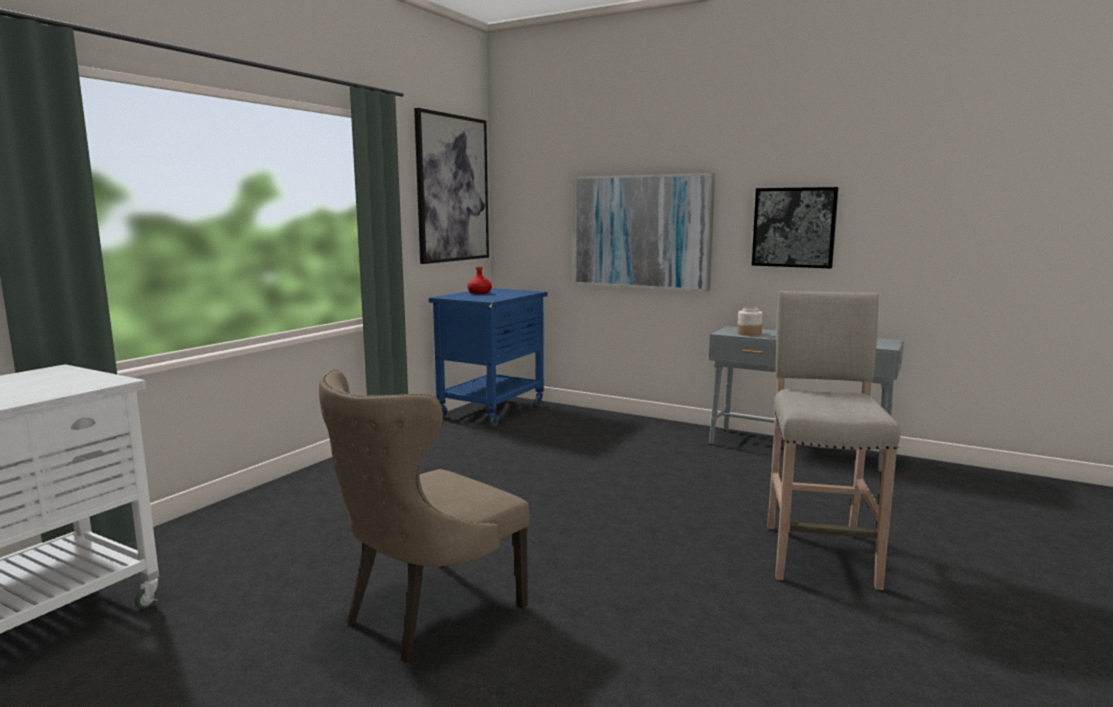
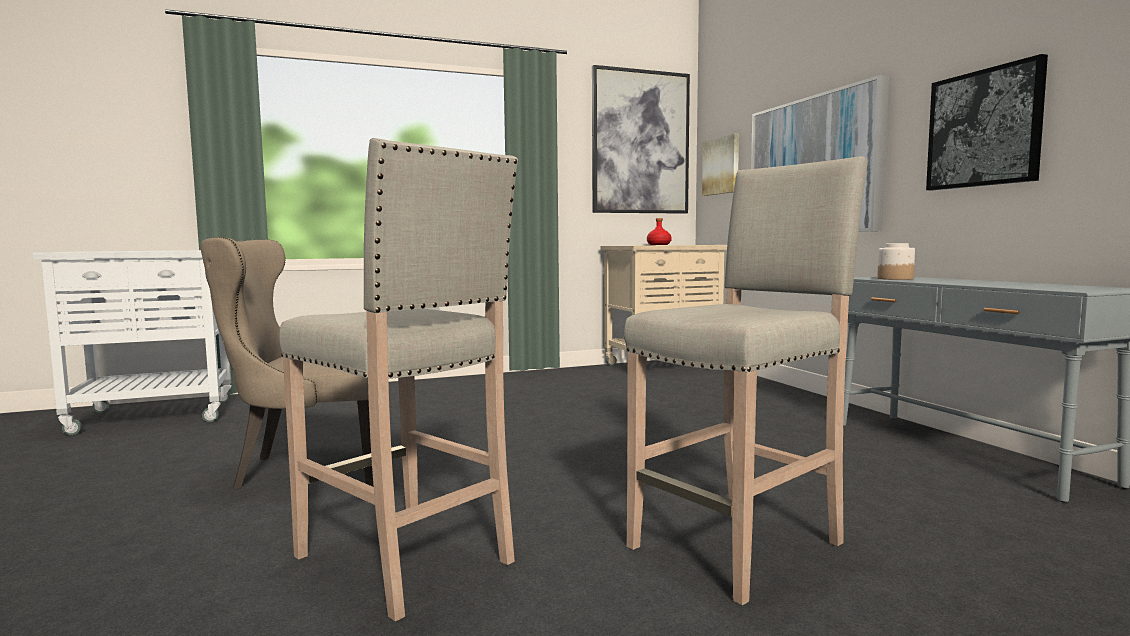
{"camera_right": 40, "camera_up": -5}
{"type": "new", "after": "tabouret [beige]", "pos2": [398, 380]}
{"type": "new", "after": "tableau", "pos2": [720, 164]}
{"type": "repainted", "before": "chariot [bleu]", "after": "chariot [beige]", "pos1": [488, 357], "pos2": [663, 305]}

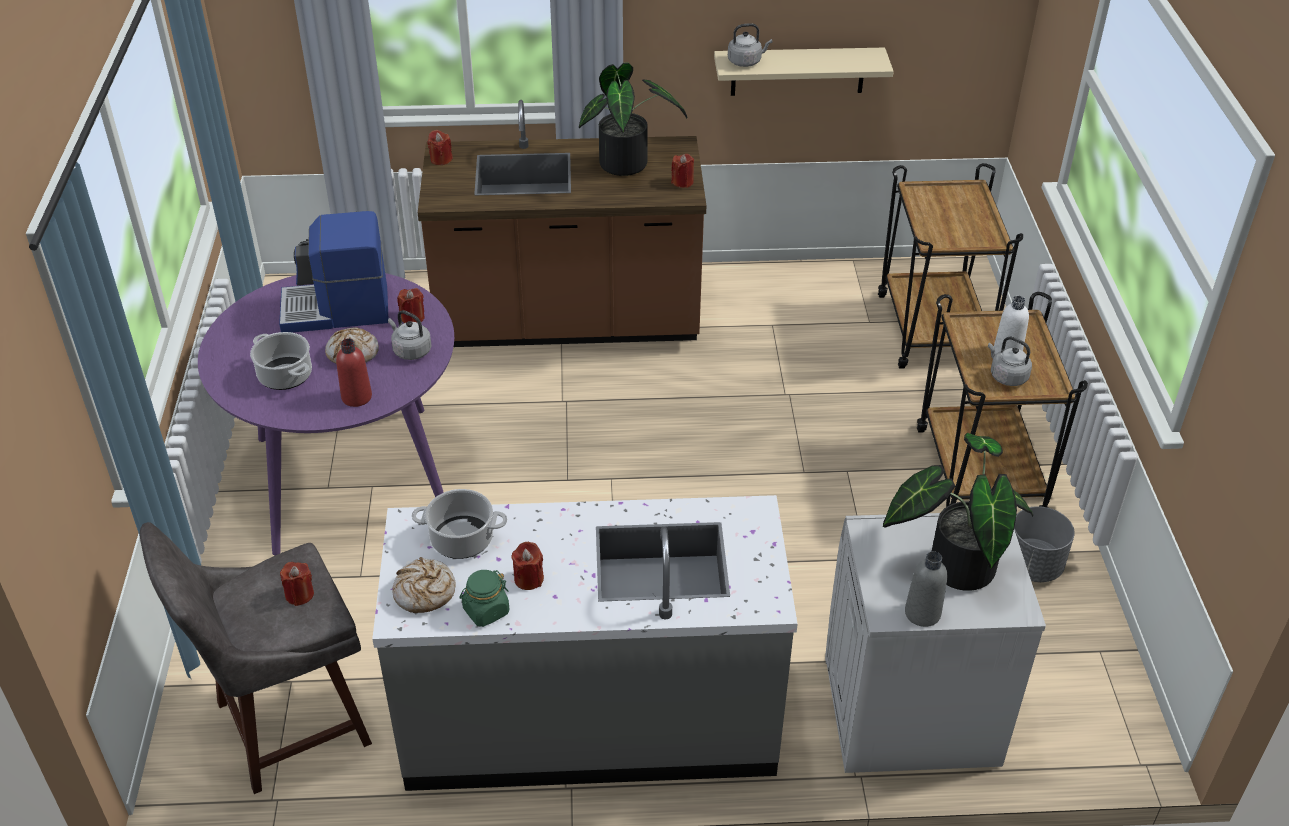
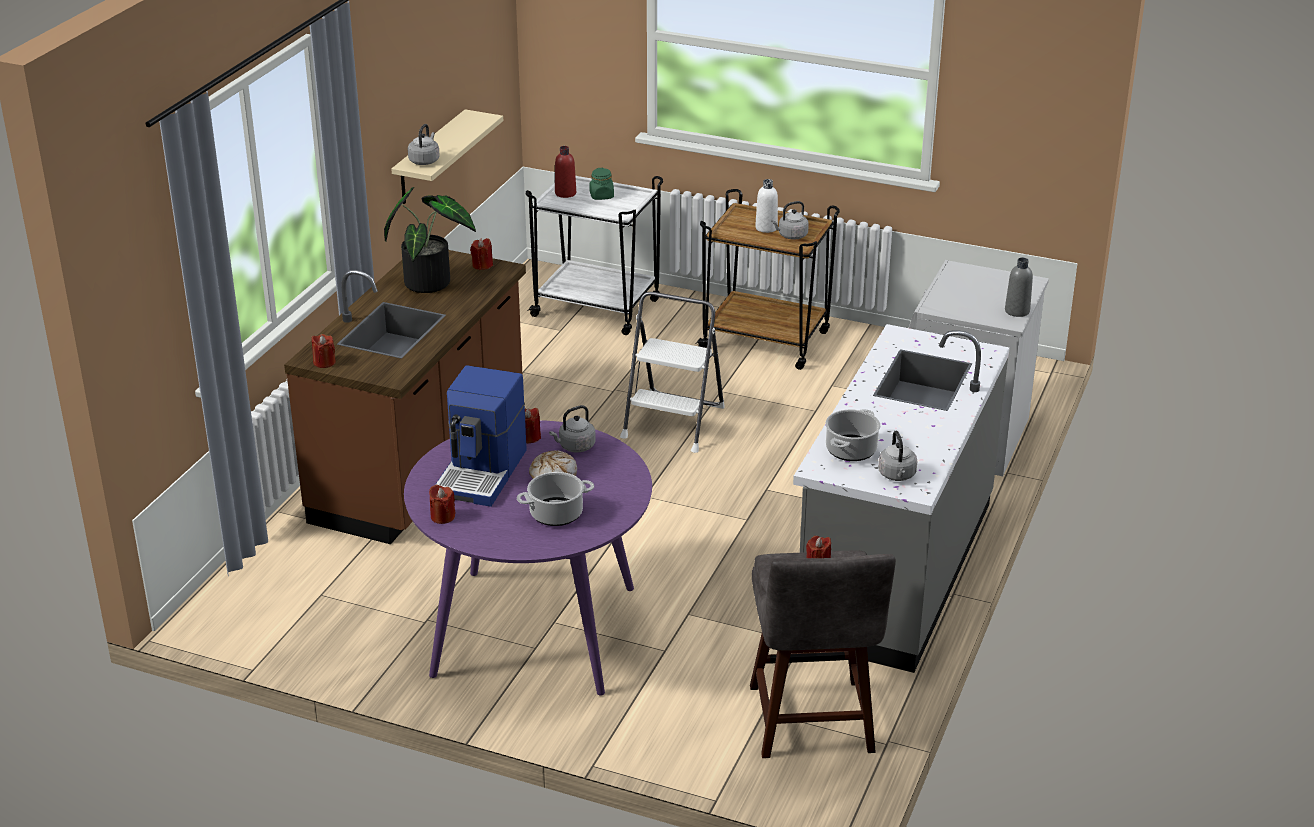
{"camera_right": -65, "camera_up": -10}
{"type": "gone", "before": "plante en pot", "pos1": [958, 512]}
{"type": "gone", "before": "cache-pot [gris]", "pos1": [1044, 544]}
{"type": "new", "after": "escabeau [blanc]", "pos2": [672, 372]}
{"type": "shifted", "before": "bouteille [rouge]", "pos1": [354, 373], "pos2": [565, 172]}
{"type": "shifted", "before": "bocal [vert]", "pos1": [484, 598], "pos2": [601, 184]}
{"type": "shifted", "before": "bougie [rouge]", "pos1": [528, 566], "pos2": [442, 504]}
{"type": "swapped", "before": "pain", "after": "bouilloire [gris]", "pos1": [423, 585], "pos2": [897, 456]}
{"type": "repainted", "before": "chariot [marron]", "after": "chariot [blanc]", "pos1": [950, 265], "pos2": [594, 255]}

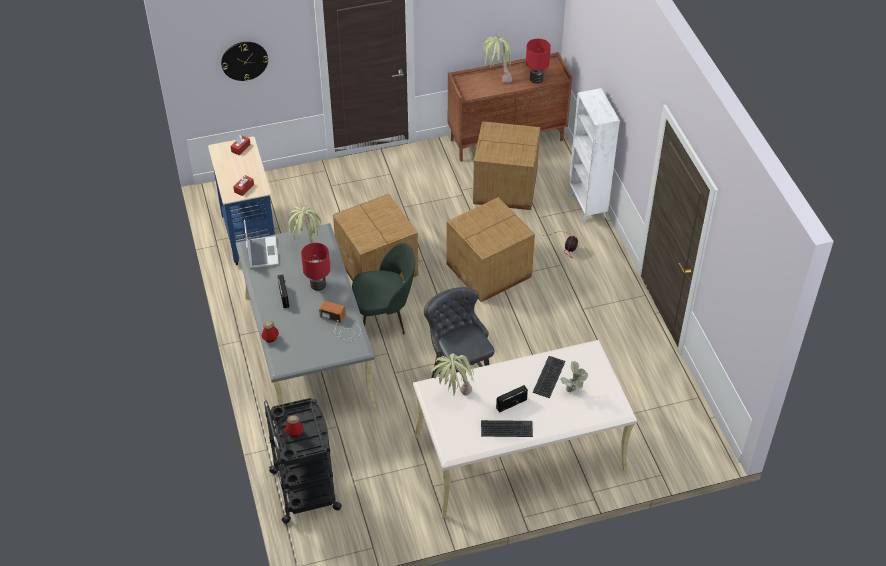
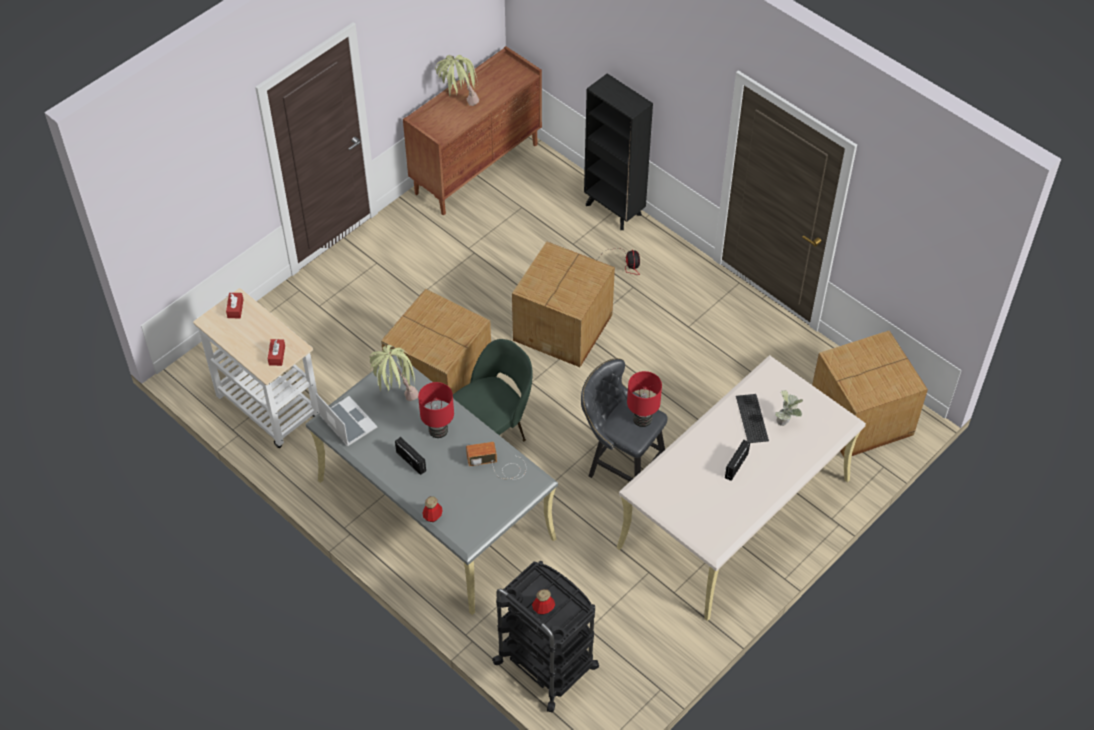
{"camera_right": -30, "camera_up": 5}
{"type": "gone", "before": "horloge murale", "pos1": [244, 61]}
{"type": "gone", "before": "plante en pot", "pos1": [452, 374]}
{"type": "gone", "before": "clavier", "pos1": [507, 428]}
{"type": "shifted", "before": "carton", "pos1": [506, 165], "pos2": [870, 393]}
{"type": "shifted", "before": "lampe de table [rouge]", "pos1": [538, 61], "pos2": [644, 399]}
{"type": "repainted", "before": "chariot [bleu]", "after": "chariot [blanc]", "pos1": [241, 201], "pos2": [256, 368]}
{"type": "repainted", "before": "bibliothèque [blanc]", "after": "bibliothèque [noir]", "pos1": [594, 155], "pos2": [618, 151]}

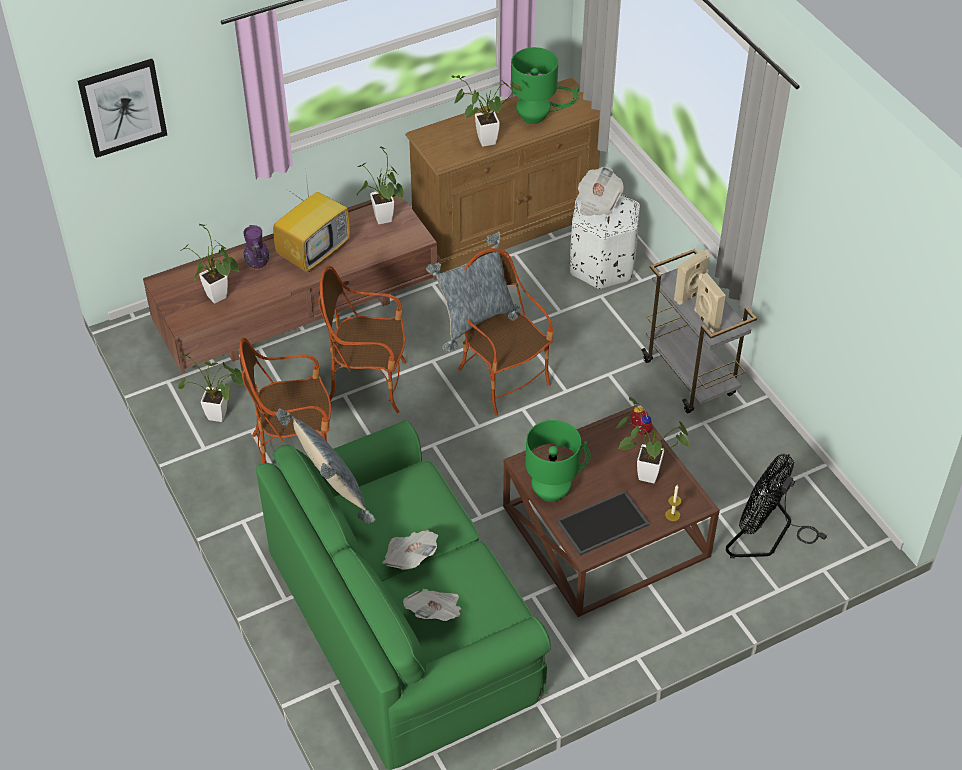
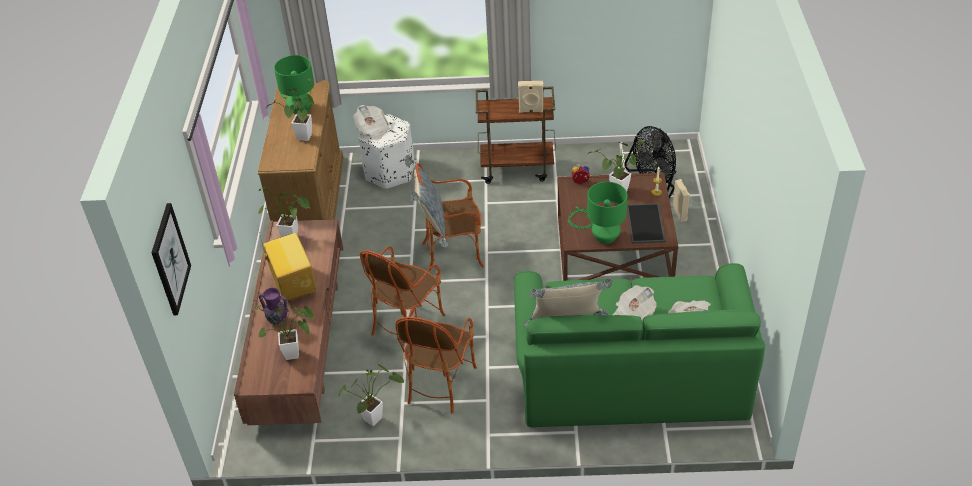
{"camera_right": -60, "camera_up": -5}
{"type": "shifted", "before": "enceinte [beige]", "pos1": [692, 277], "pos2": [681, 200]}
{"type": "repainted", "before": "chariot [gris]", "after": "chariot [marron]", "pos1": [699, 331], "pos2": [516, 135]}

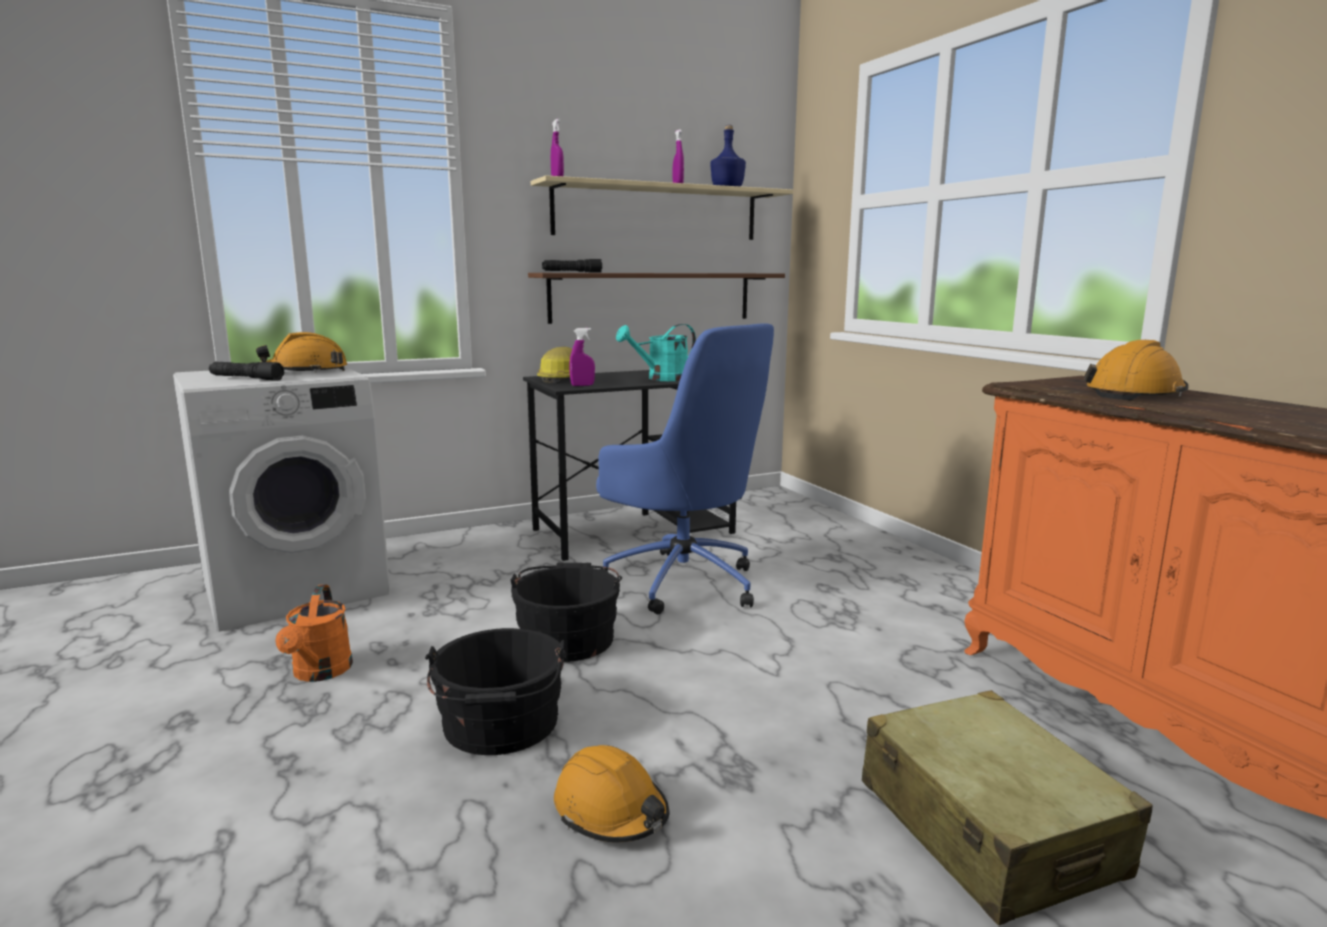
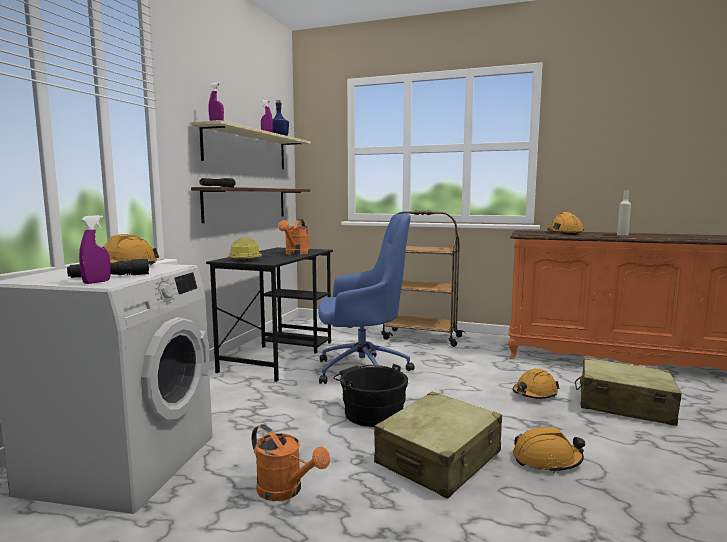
{"camera_right": -45, "camera_up": -5}
{"type": "new", "after": "chariot [marron]", "pos2": [423, 278]}
{"type": "new", "after": "casque de chantier [orange]", "pos2": [536, 384]}
{"type": "new", "after": "bouteille [beige]", "pos2": [624, 213]}
{"type": "shifted", "before": "vaporisateur [violet]", "pos1": [582, 357], "pos2": [95, 249]}
{"type": "swapped", "before": "seau [noir]", "after": "valise [beige]", "pos1": [495, 691], "pos2": [438, 445]}
{"type": "repainted", "before": "arrosoir [turquoise]", "after": "arrosoir [orange]", "pos1": [656, 352], "pos2": [294, 237]}

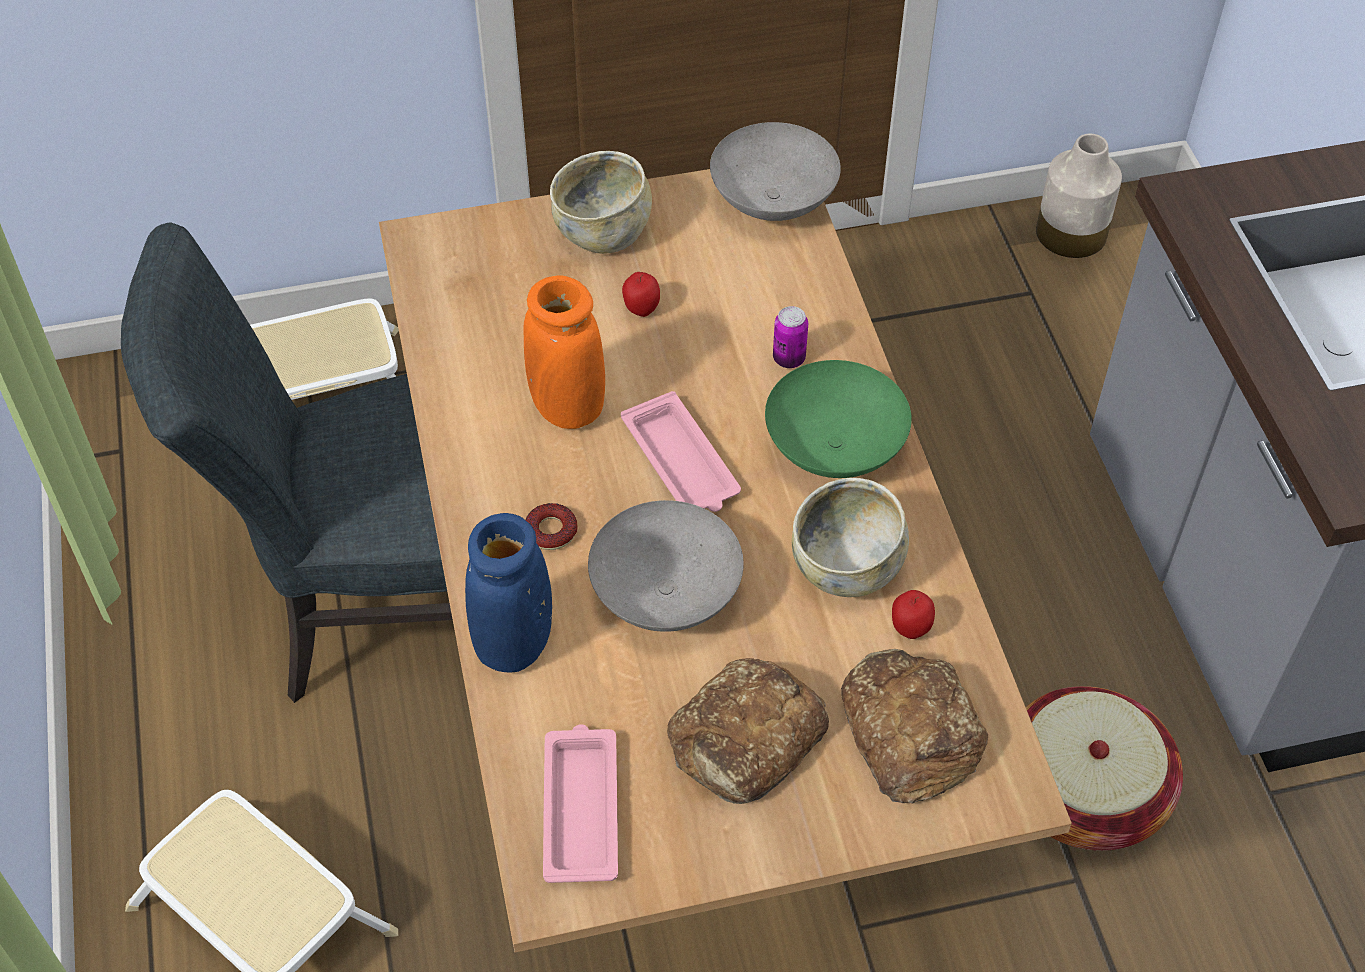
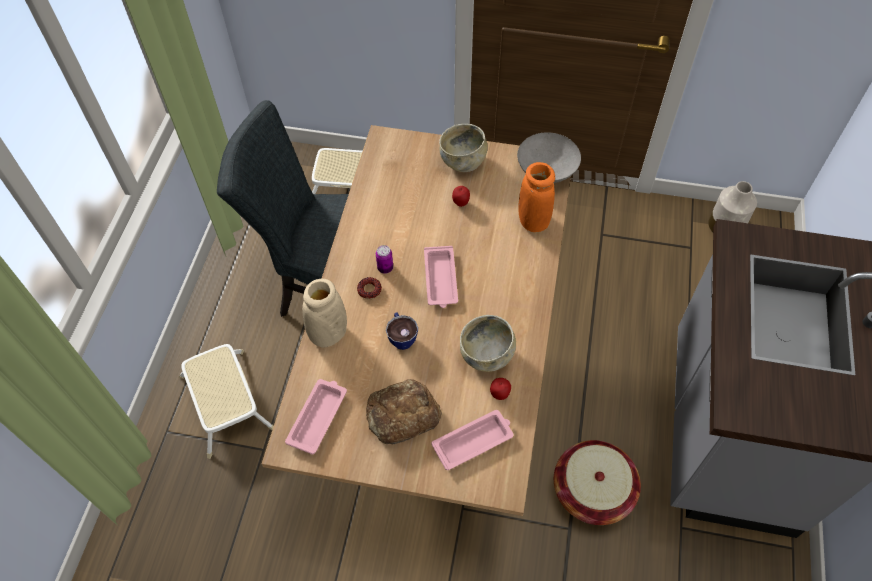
{"camera_right": 25, "camera_up": 5}
{"type": "gone", "before": "bol [vert]", "pos1": [838, 419]}
{"type": "shifted", "before": "vase [orange]", "pos1": [564, 352], "pos2": [536, 197]}
{"type": "shifted", "before": "boîte métallique", "pos1": [790, 337], "pos2": [384, 259]}
{"type": "swapped", "before": "bol [gris]", "after": "tasse", "pos1": [666, 566], "pos2": [402, 331]}
{"type": "swapped", "before": "pain", "after": "plateau [rose]", "pos1": [914, 726], "pos2": [473, 440]}
{"type": "repainted", "before": "vase [bleu]", "after": "vase [beige]", "pos1": [508, 593], "pos2": [324, 313]}

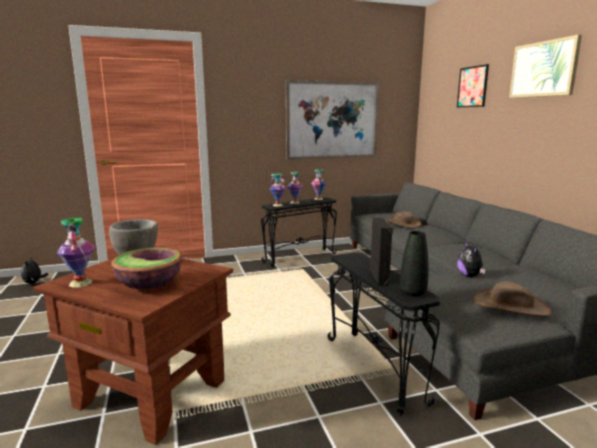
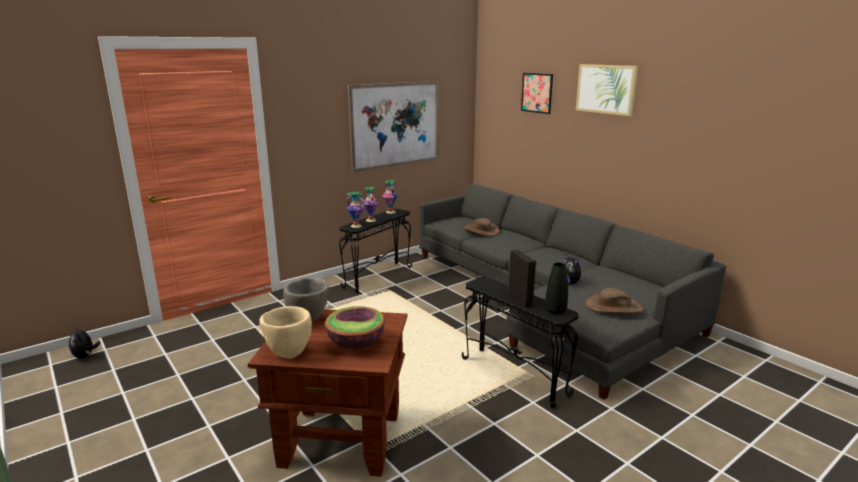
{"camera_right": -20, "camera_up": 5}
{"type": "swapped", "before": "vase", "after": "bol [beige]", "pos1": [75, 253], "pos2": [285, 332]}

